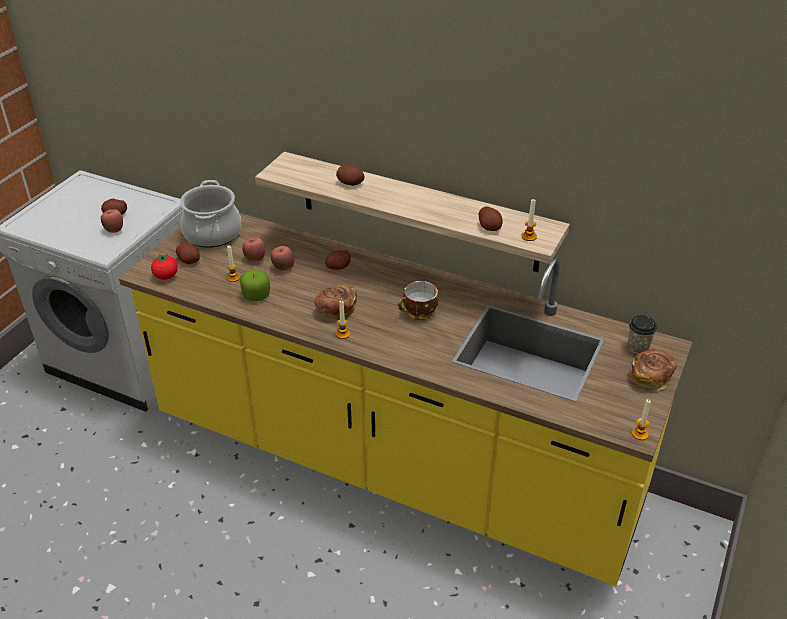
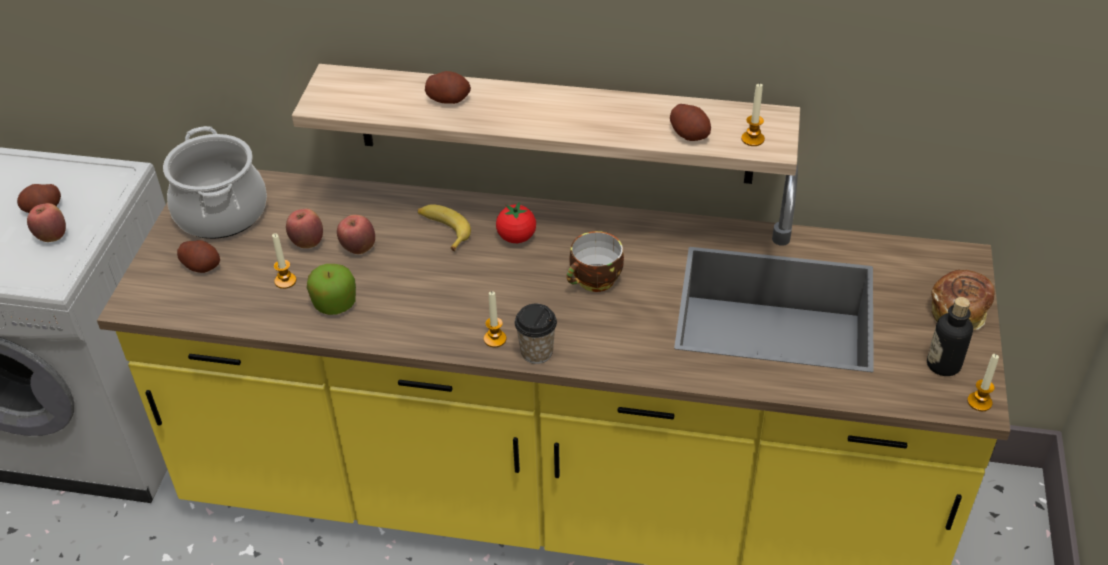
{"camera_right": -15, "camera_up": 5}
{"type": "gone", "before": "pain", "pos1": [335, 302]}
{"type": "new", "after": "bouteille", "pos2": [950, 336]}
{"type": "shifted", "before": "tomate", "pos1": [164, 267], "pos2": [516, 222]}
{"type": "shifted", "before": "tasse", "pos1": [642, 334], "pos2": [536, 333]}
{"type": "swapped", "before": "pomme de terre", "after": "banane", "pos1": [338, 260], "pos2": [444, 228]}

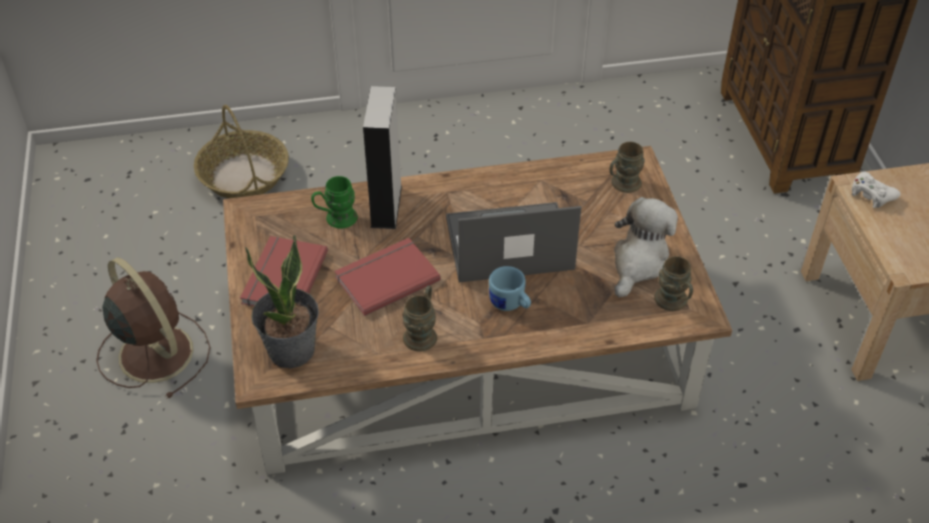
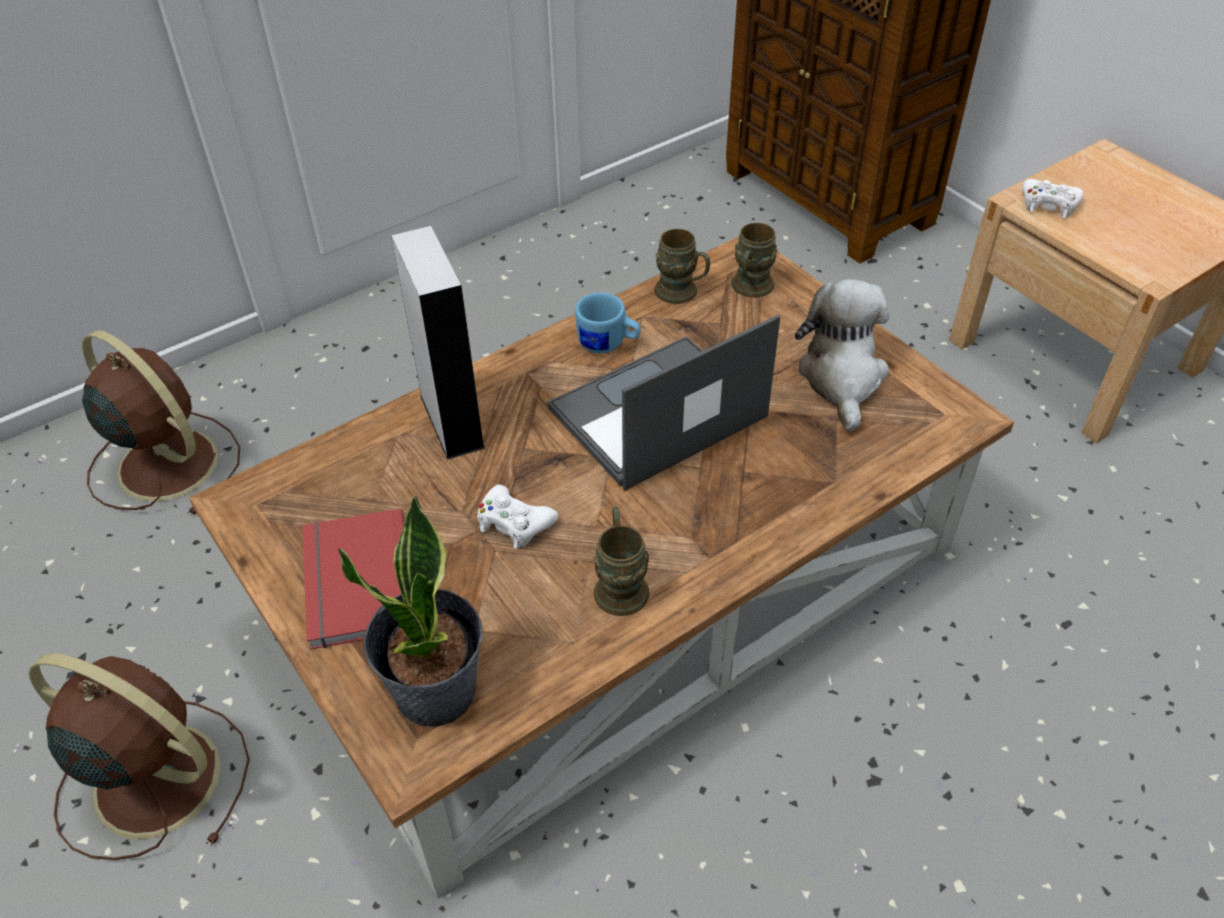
{"camera_right": -25, "camera_up": 0}
{"type": "gone", "before": "mug [vert]", "pos1": [334, 202]}
{"type": "shifted", "before": "mug [bleu]", "pos1": [510, 288], "pos2": [608, 323]}
{"type": "shifted", "before": "mug [marron]", "pos1": [673, 283], "pos2": [682, 266]}
{"type": "swapped", "before": "panier", "after": "ventilateur [marron]", "pos1": [241, 151], "pos2": [161, 422]}
{"type": "swapped", "before": "livre [rouge]", "after": "manette [blanc]", "pos1": [387, 277], "pos2": [517, 517]}

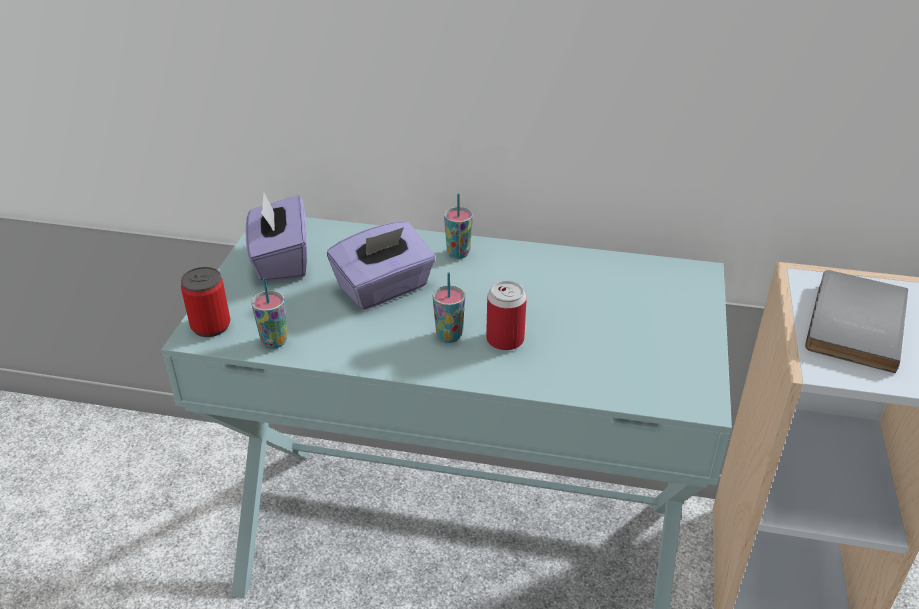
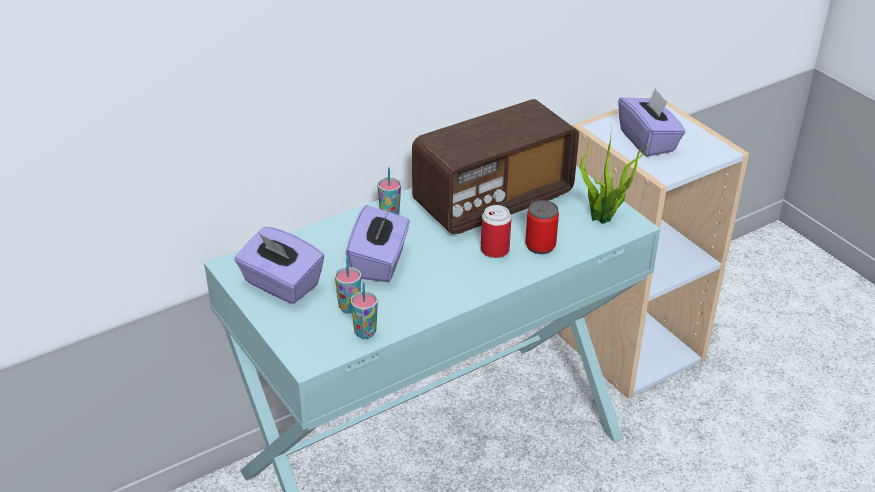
{"camera_right": -45, "camera_up": 0}
{"type": "new", "after": "radio", "pos2": [495, 166]}
{"type": "new", "after": "plante en pot", "pos2": [614, 173]}
{"type": "shifted", "before": "boîte métallique", "pos1": [206, 302], "pos2": [542, 227]}
{"type": "shifted", "before": "tasse", "pos1": [449, 307], "pos2": [348, 286]}
{"type": "swapped", "before": "livre [gris]", "after": "boîte à mouchoirs [violet]", "pos1": [856, 321], "pos2": [651, 122]}

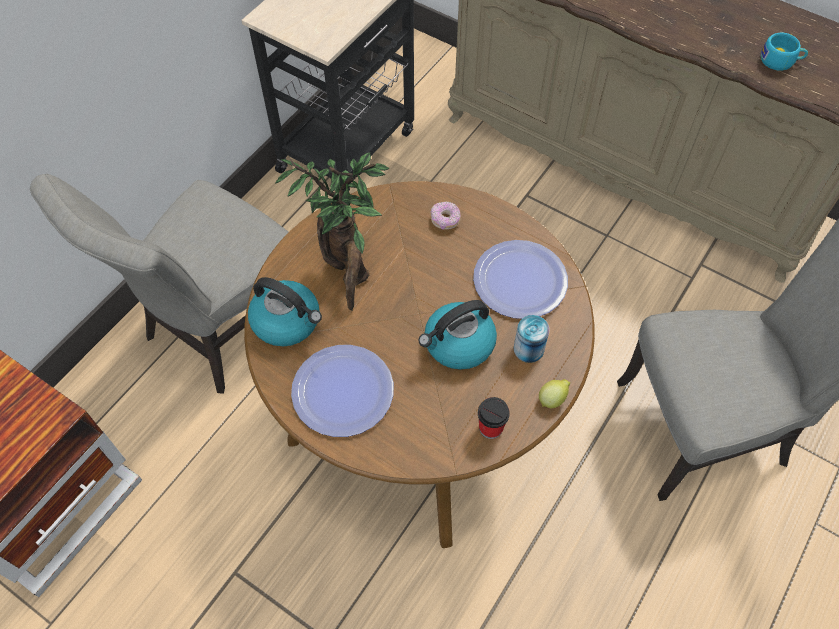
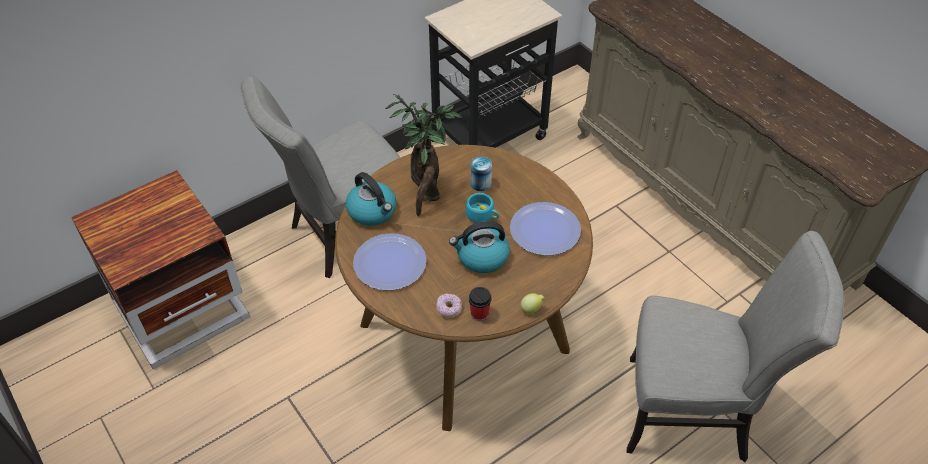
{"camera_right": 20, "camera_up": -10}
{"type": "shifted", "before": "beignet", "pos1": [446, 216], "pos2": [449, 305]}
{"type": "shifted", "before": "boîte métallique", "pos1": [532, 339], "pos2": [481, 173]}
{"type": "shifted", "before": "tasse [turquoise]", "pos1": [784, 52], "pos2": [482, 208]}

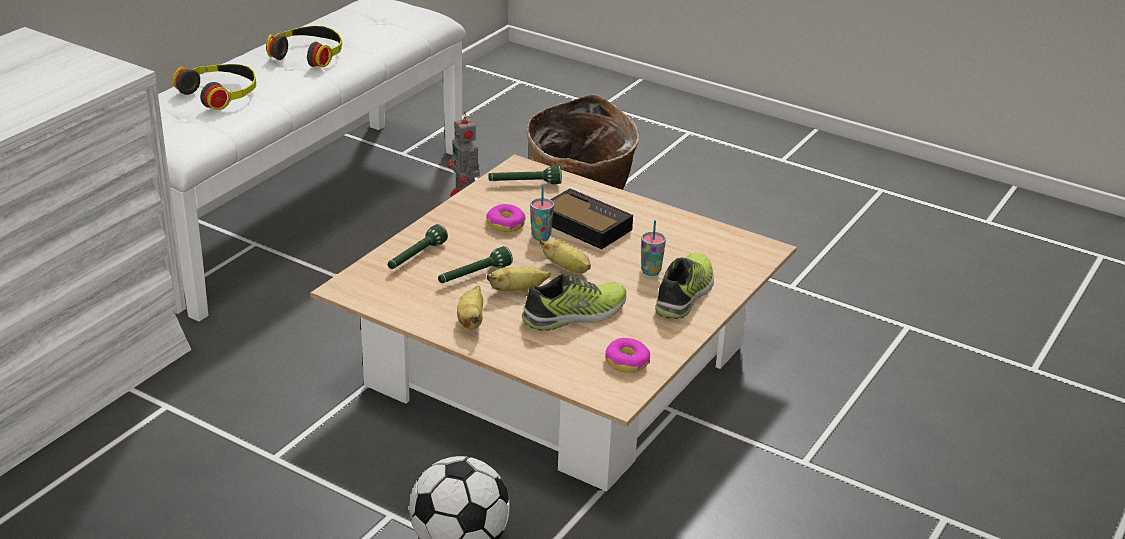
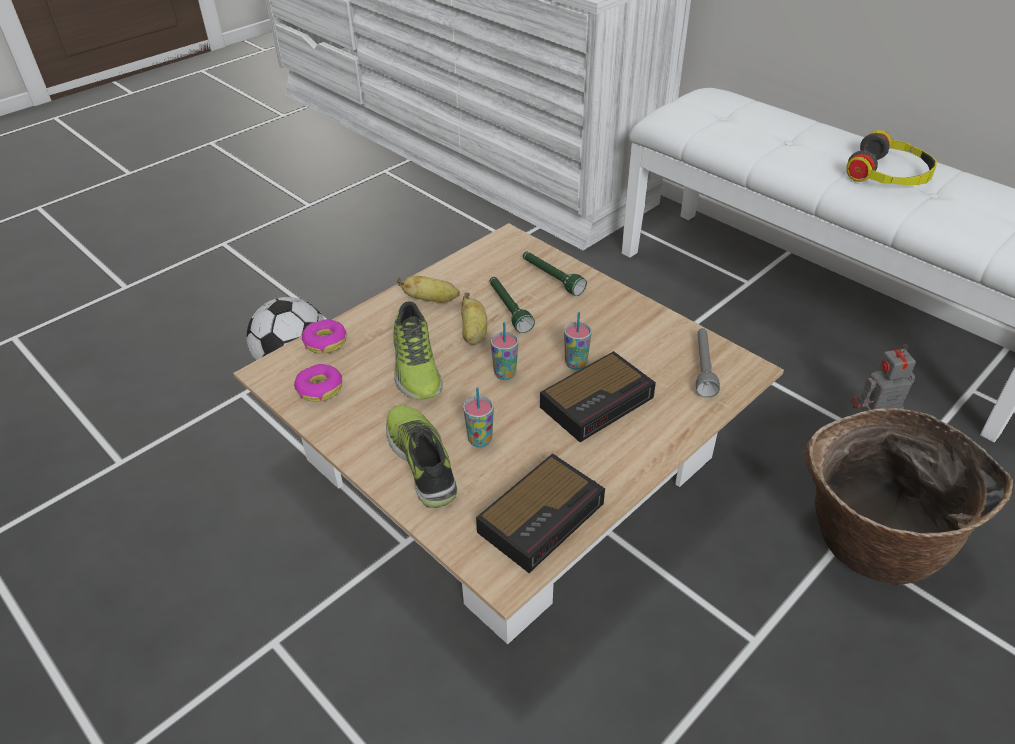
{"camera_right": 105, "camera_up": 10}
{"type": "gone", "before": "casque audio", "pos1": [214, 87]}
{"type": "new", "after": "réveil", "pos2": [540, 513]}
{"type": "shifted", "before": "beignet", "pos1": [506, 218], "pos2": [324, 336]}
{"type": "swapped", "before": "banane", "after": "tasse", "pos1": [565, 255], "pos2": [504, 351]}
{"type": "repainted", "before": "lampe de poche [vert]", "after": "lampe de poche [gris]", "pos1": [525, 175], "pos2": [708, 363]}
{"type": "rotated", "before": "chaussure", "pos1": [684, 285], "pos2": [421, 456], "turn": -150}

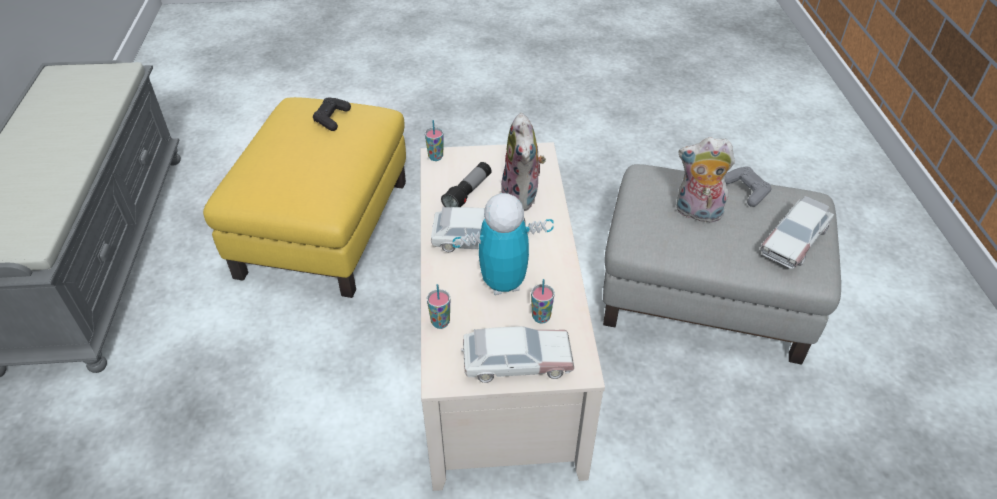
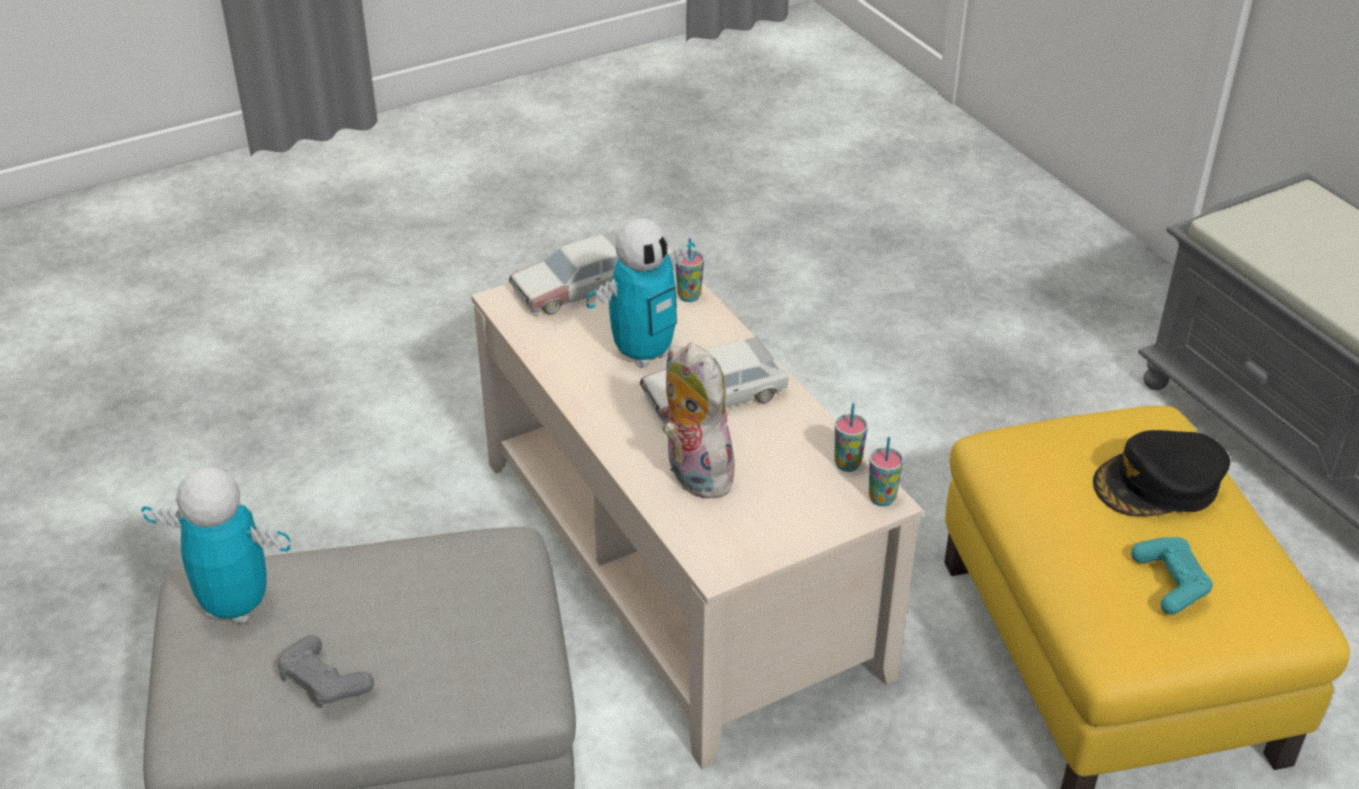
{"camera_right": 155, "camera_up": -5}
{"type": "gone", "before": "lampe de poche", "pos1": [466, 184]}
{"type": "gone", "before": "peluche", "pos1": [705, 180]}
{"type": "new", "after": "casquette [noir]", "pos2": [1161, 473]}
{"type": "shifted", "before": "tasse", "pos1": [543, 301], "pos2": [851, 437]}
{"type": "swapped", "before": "petite voiture", "after": "robot jouet", "pos1": [797, 232], "pos2": [215, 545]}
{"type": "repainted", "before": "manette [noir]", "after": "manette [turquoise]", "pos1": [332, 114], "pos2": [1172, 576]}

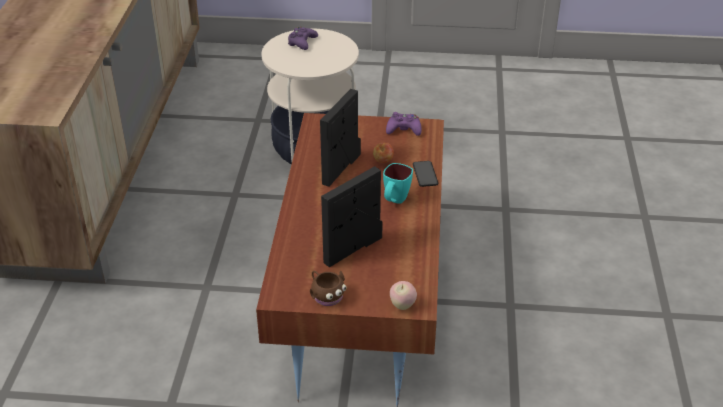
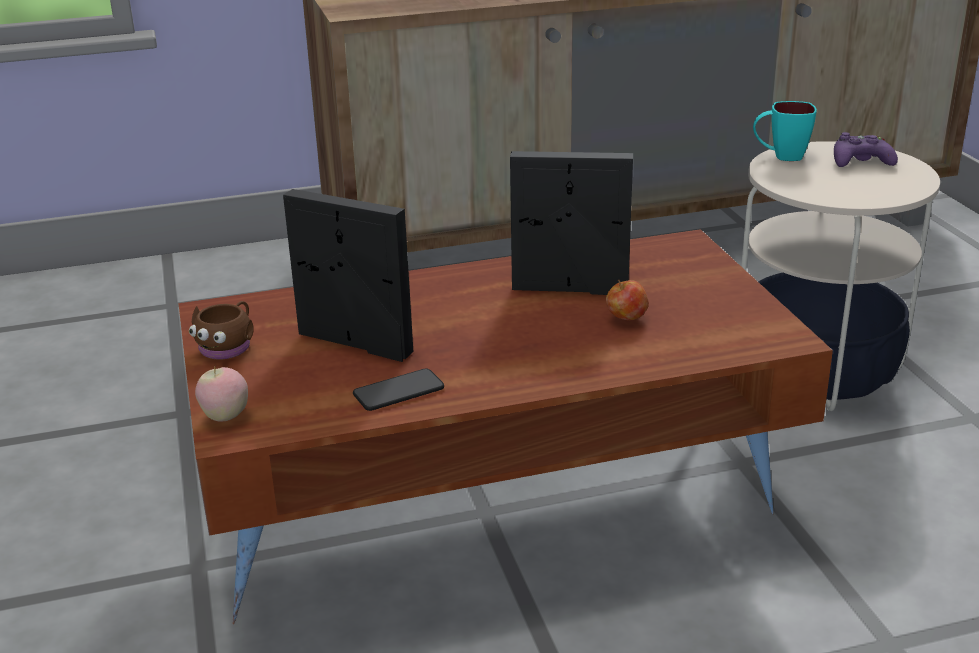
{"camera_right": 70, "camera_up": -10}
{"type": "gone", "before": "manette [violet]", "pos1": [404, 124]}
{"type": "shifted", "before": "mug [turquoise]", "pos1": [398, 183], "pos2": [785, 131]}
{"type": "shifted", "before": "téléphone", "pos1": [425, 174], "pos2": [398, 390]}

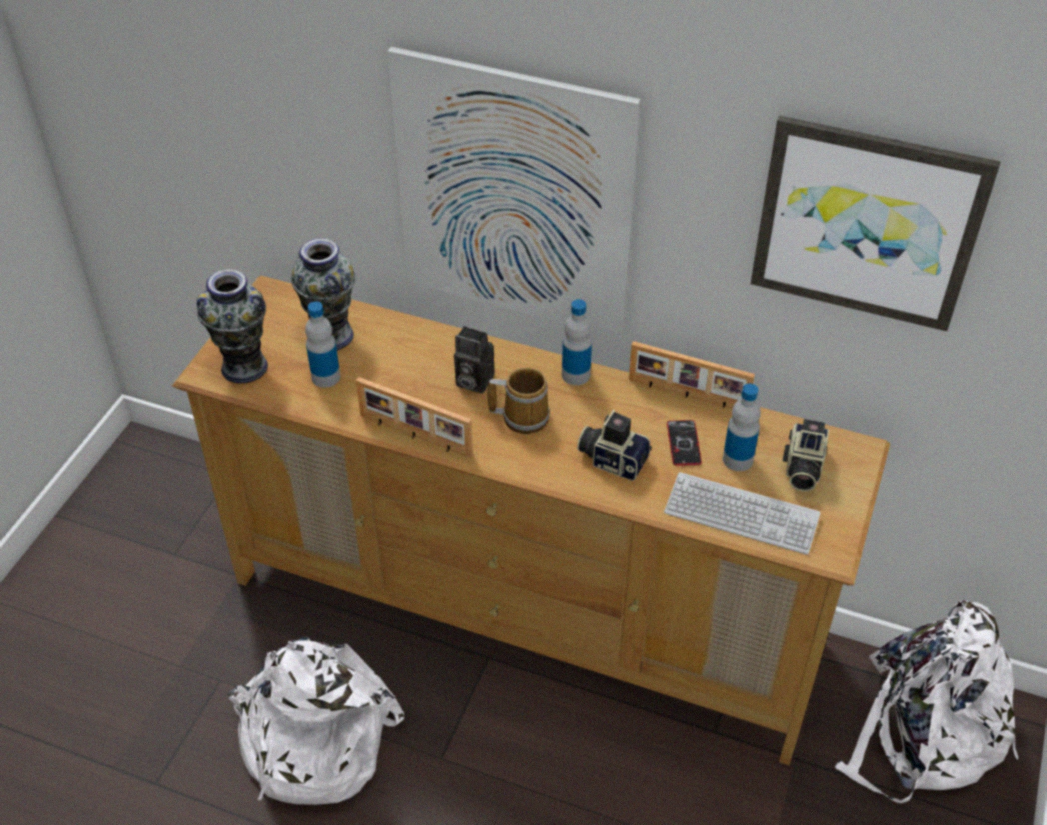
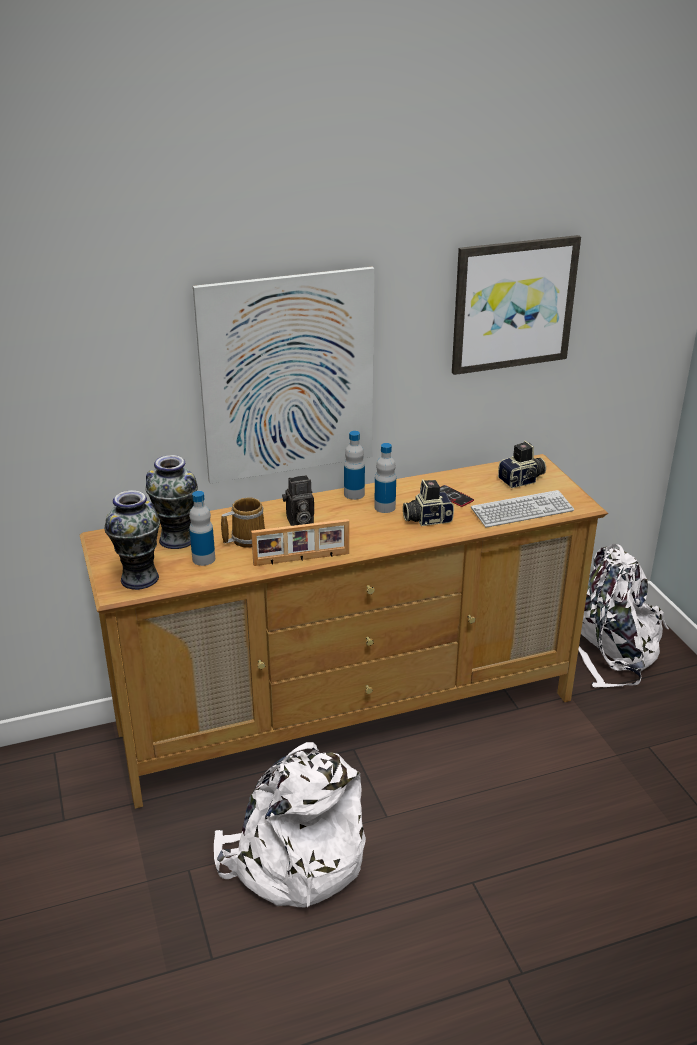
{"camera_right": -40, "camera_up": -15}
{"type": "gone", "before": "cadre photo", "pos1": [692, 375]}
{"type": "shifted", "before": "mug", "pos1": [518, 400], "pos2": [243, 522]}
{"type": "shifted", "before": "bouteille", "pos1": [742, 427], "pos2": [385, 478]}
{"type": "rotated", "before": "appareil photo", "pos1": [805, 455], "pos2": [522, 464], "turn": -90}

